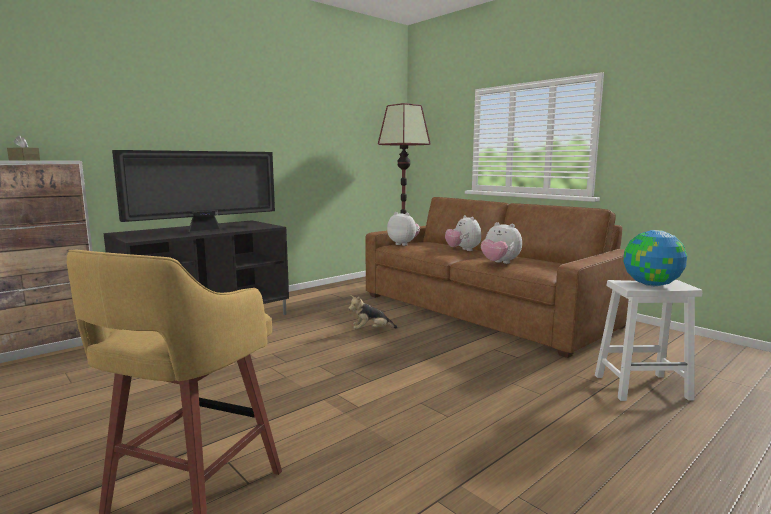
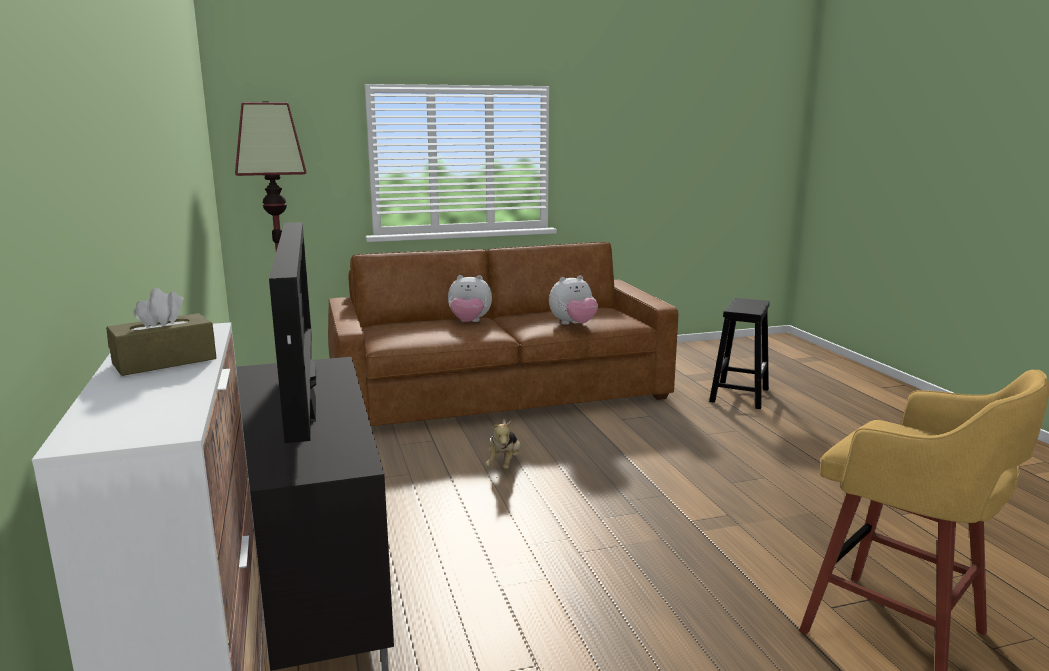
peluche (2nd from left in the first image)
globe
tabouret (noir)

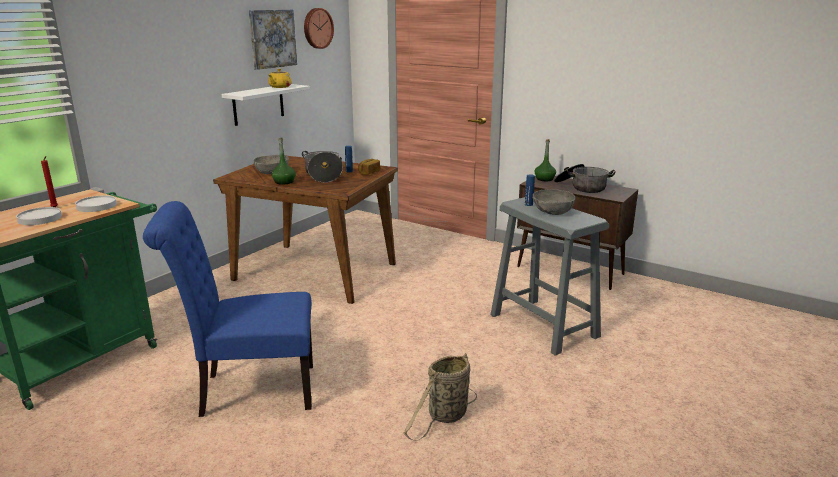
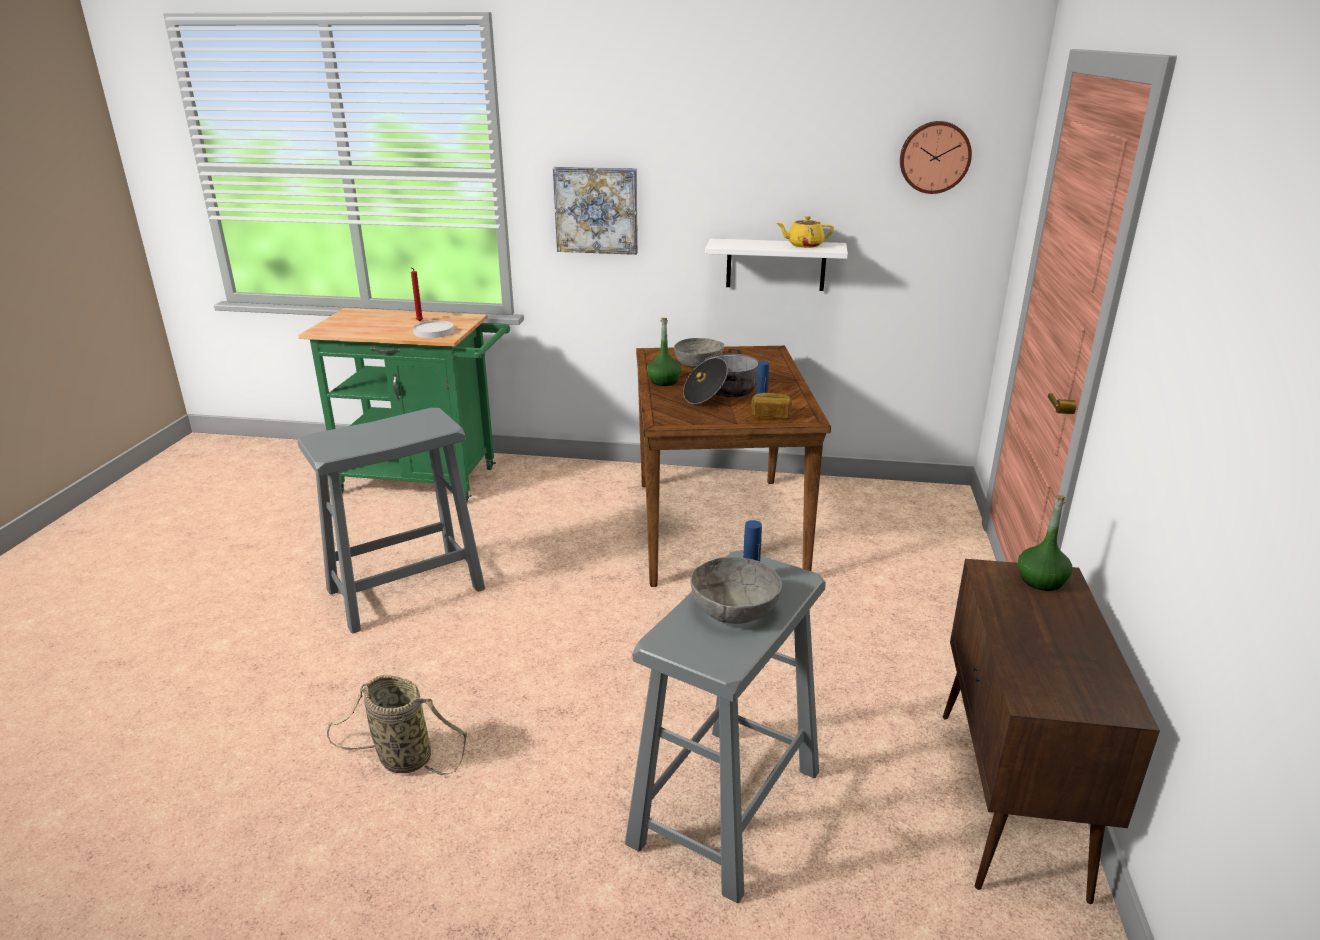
tableau
marmite (2nd from left in the first image)
tabouret (gris) (1st from left)
assiette (blanc) (1st from left in the first image)

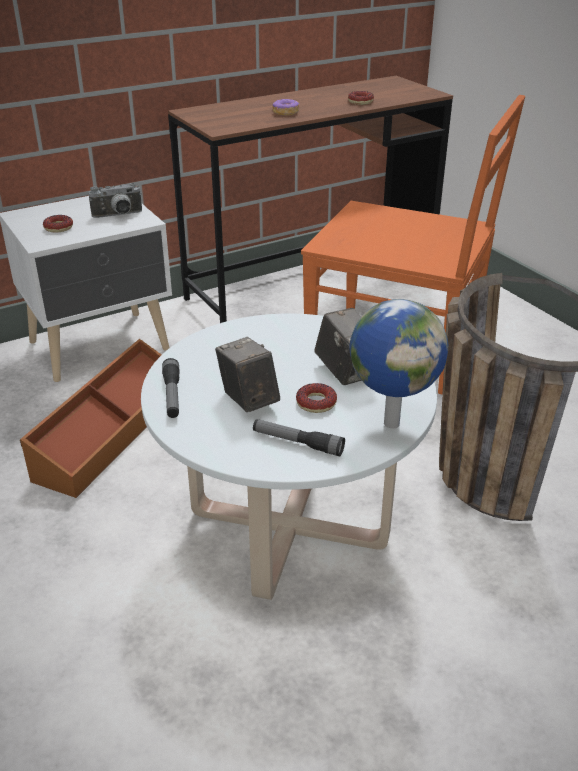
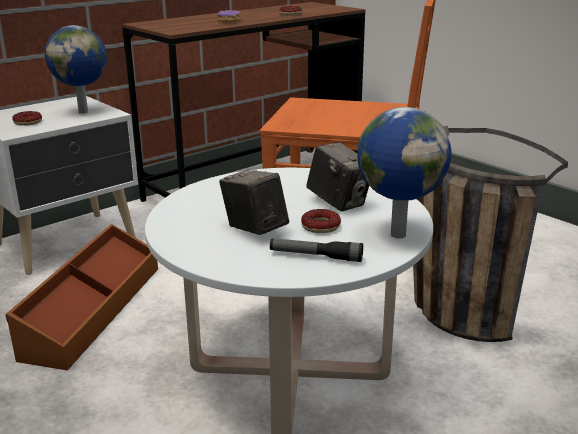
globe (1st from left)
lampe de poche (1st from left in the first image)

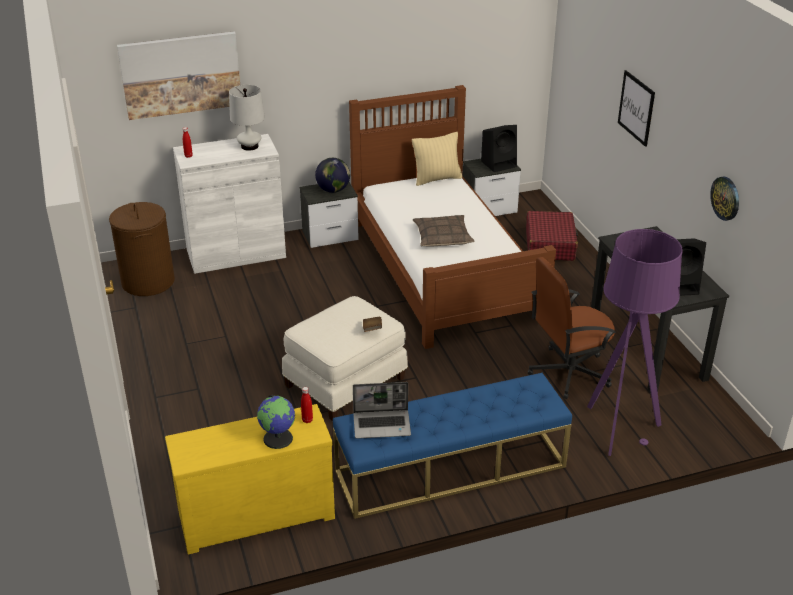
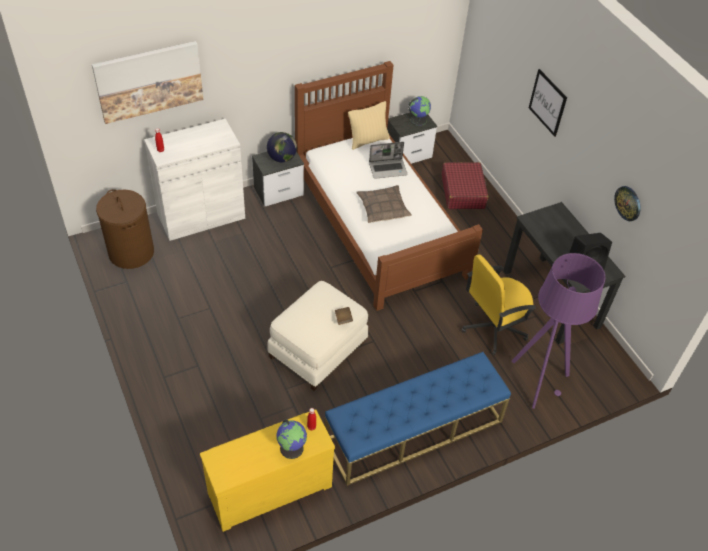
lampe de table (blanc)
globe (3rd from left)
chaise de bureau (jaune)
ordinateur portable

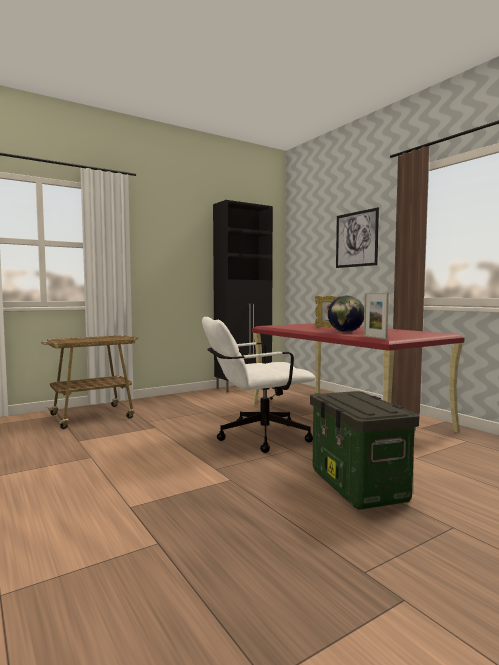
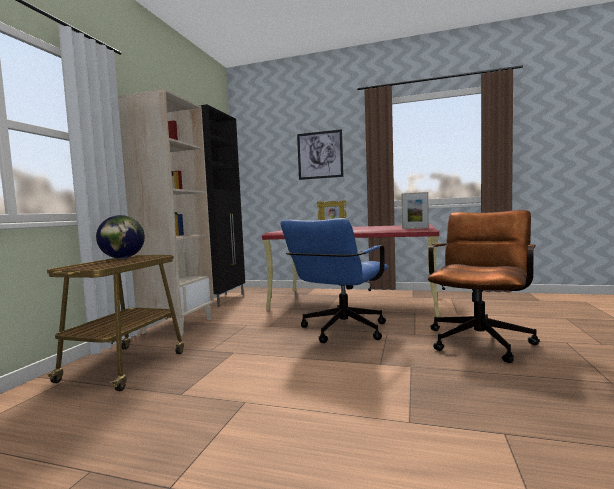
globe
chaise de bureau (bleu)
chaise de bureau (marron)
bibliothèque (beige)

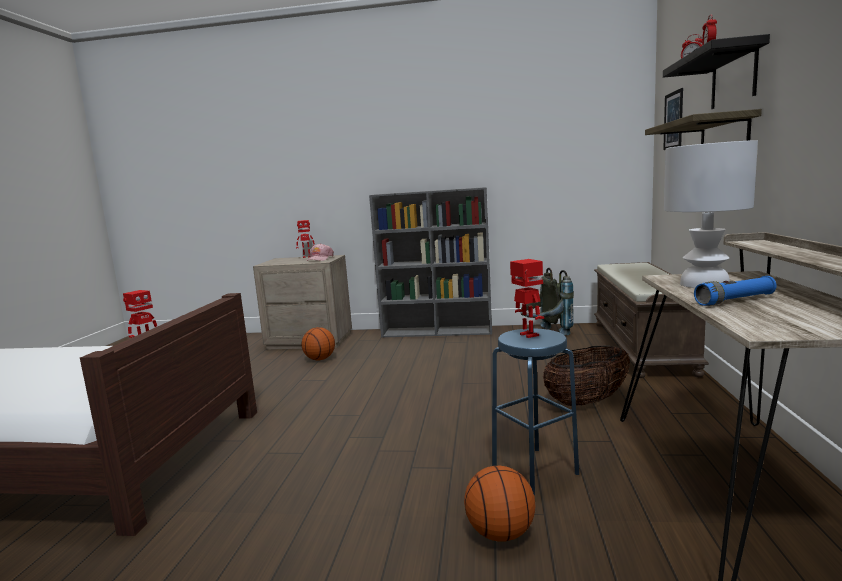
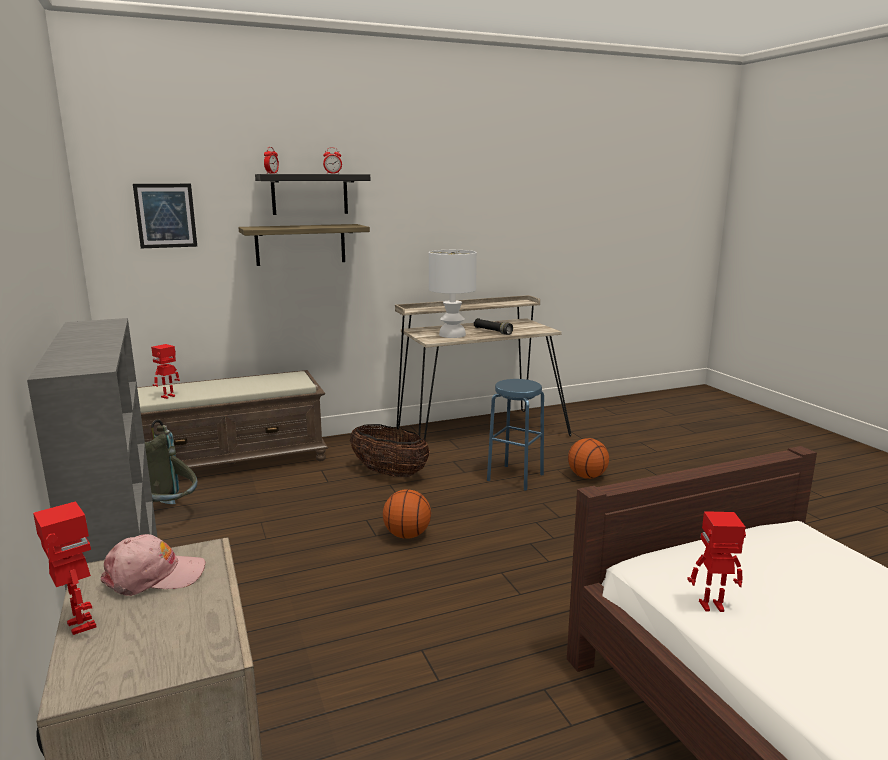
robot jouet (2nd from left)
lampe de poche (noir)
ballon de basket (1st from left)

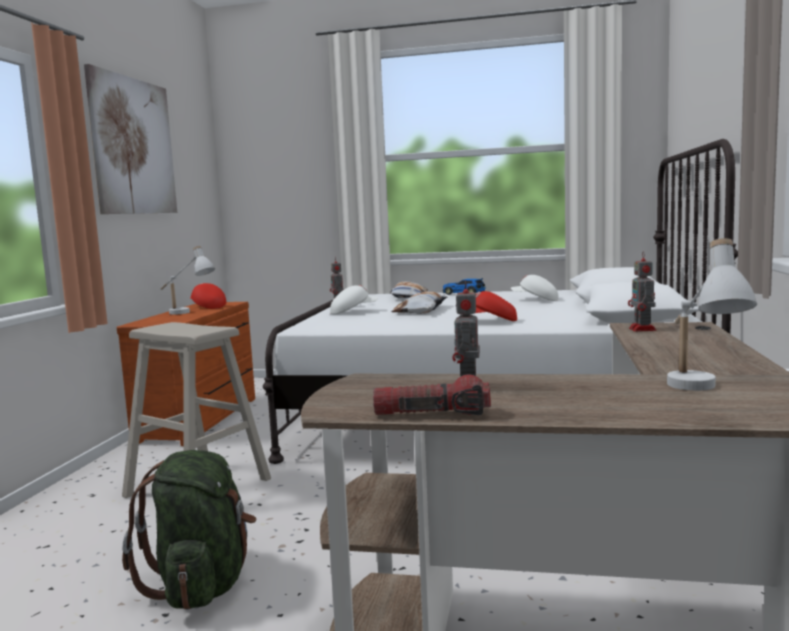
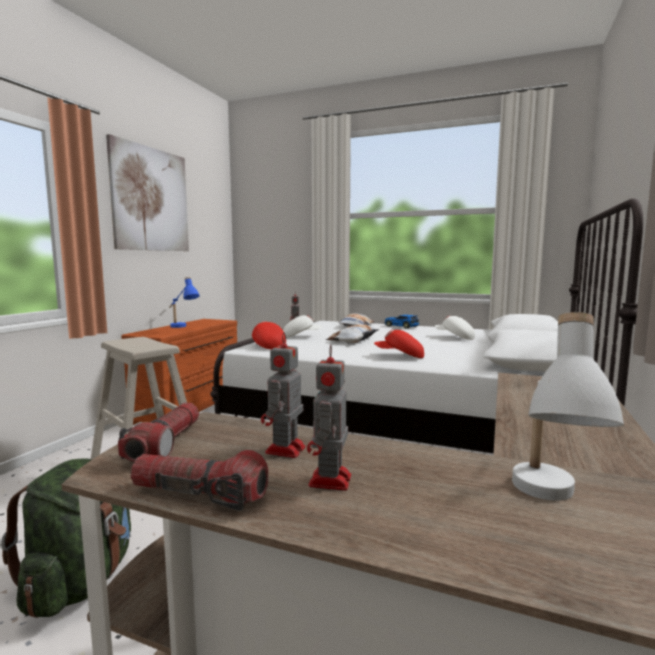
lampe de table (bleu)
robot jouet (3rd from left)
casquette (rouge) (1st from left)
lampe de poche (1st from left)

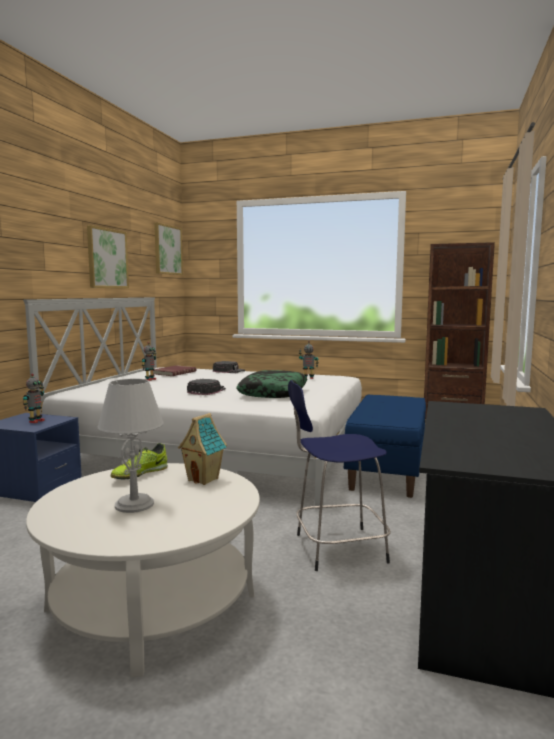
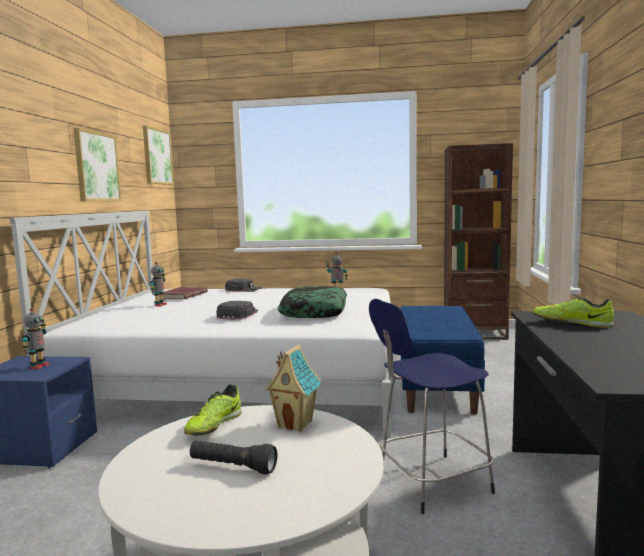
lampe de poche (noir)
chaussure (2nd from left)

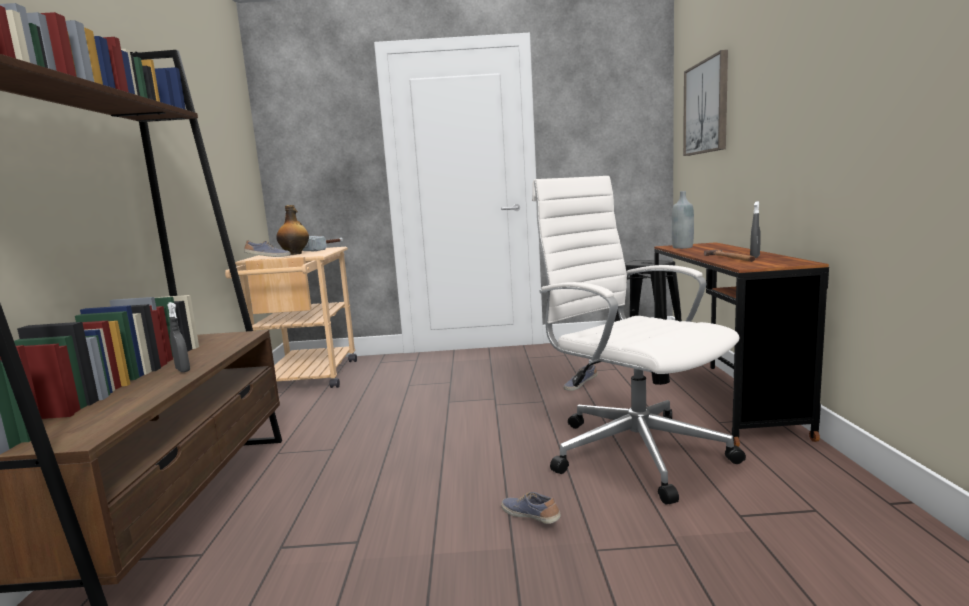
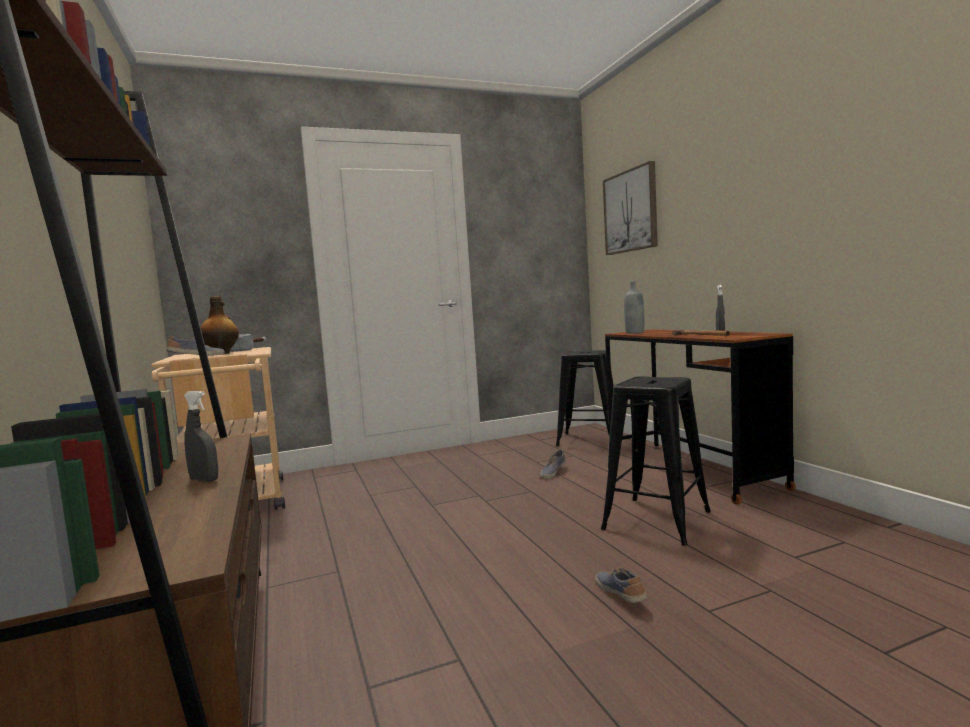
tabouret (noir) (2nd from left)
chaussure (3rd from left)

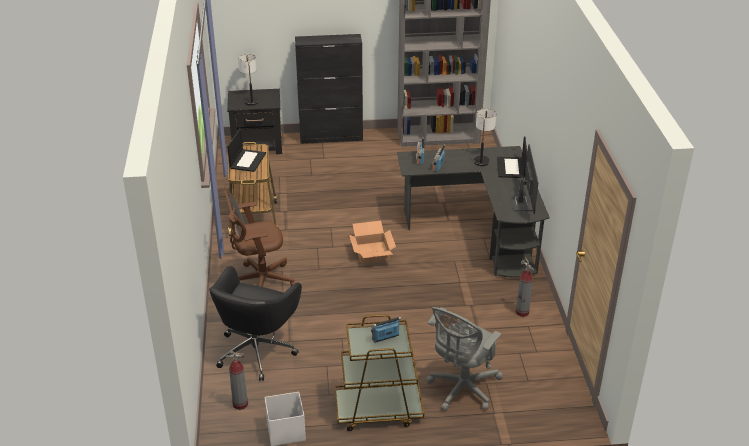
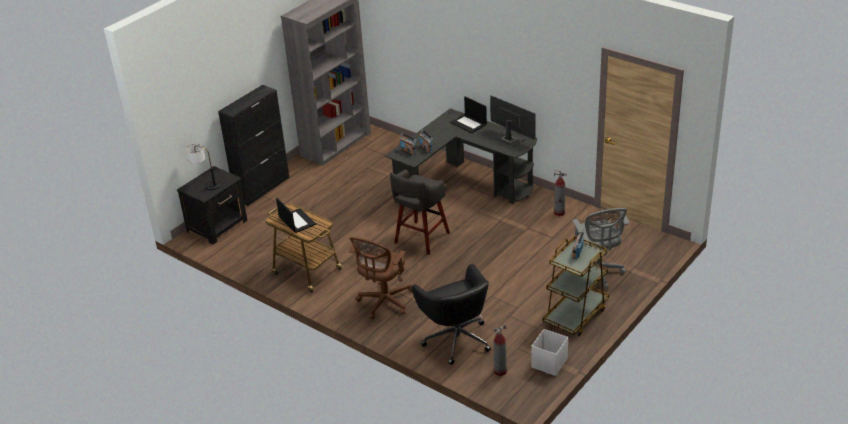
lampe de table (2nd from left in the first image)
tabouret (gris)

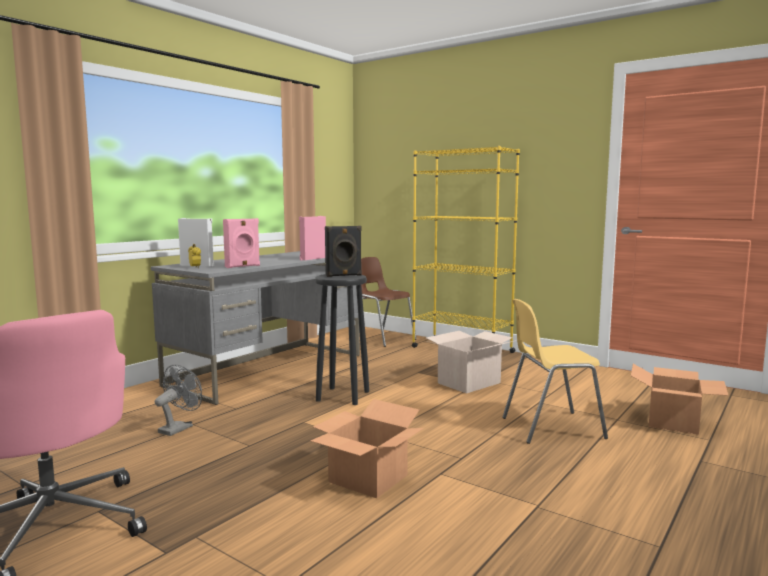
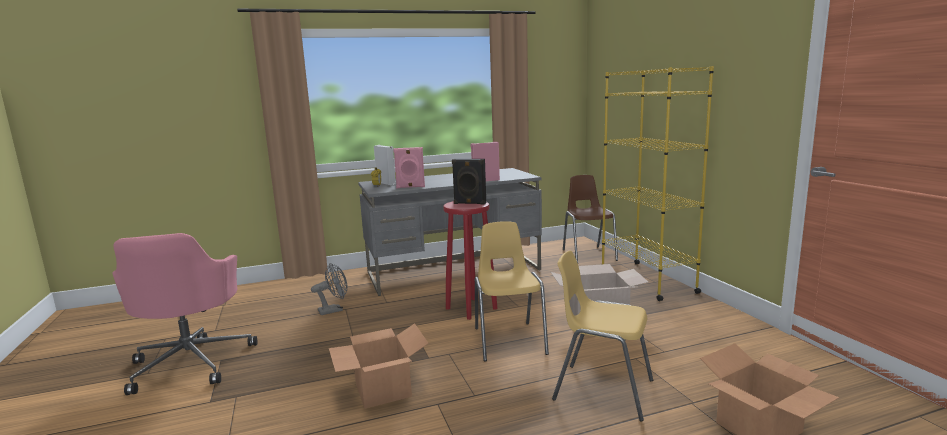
tabouret (rouge)
chaise (jaune) (1st from left)

